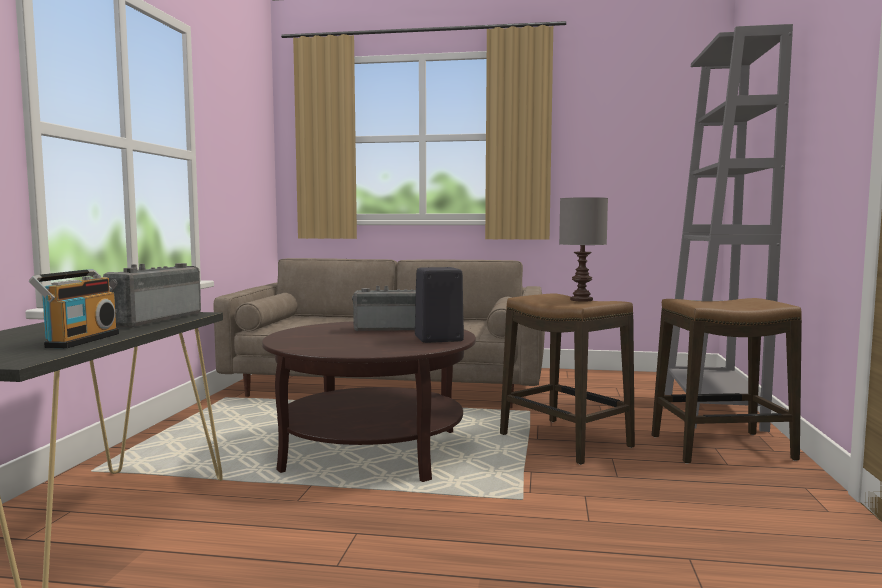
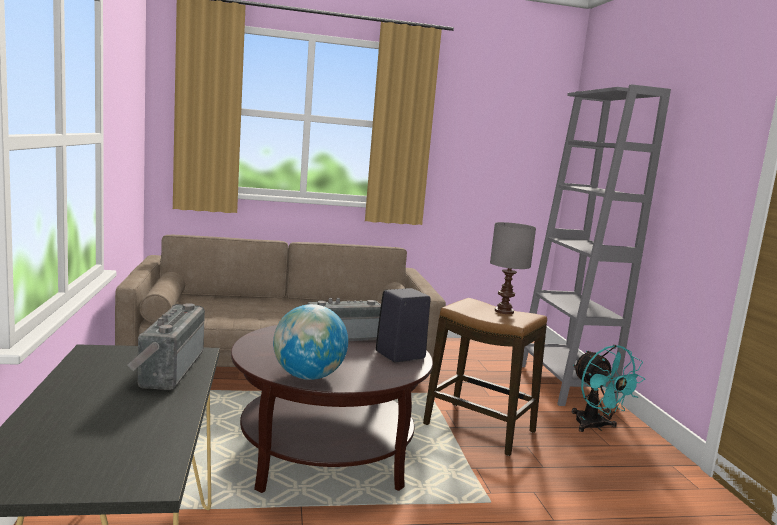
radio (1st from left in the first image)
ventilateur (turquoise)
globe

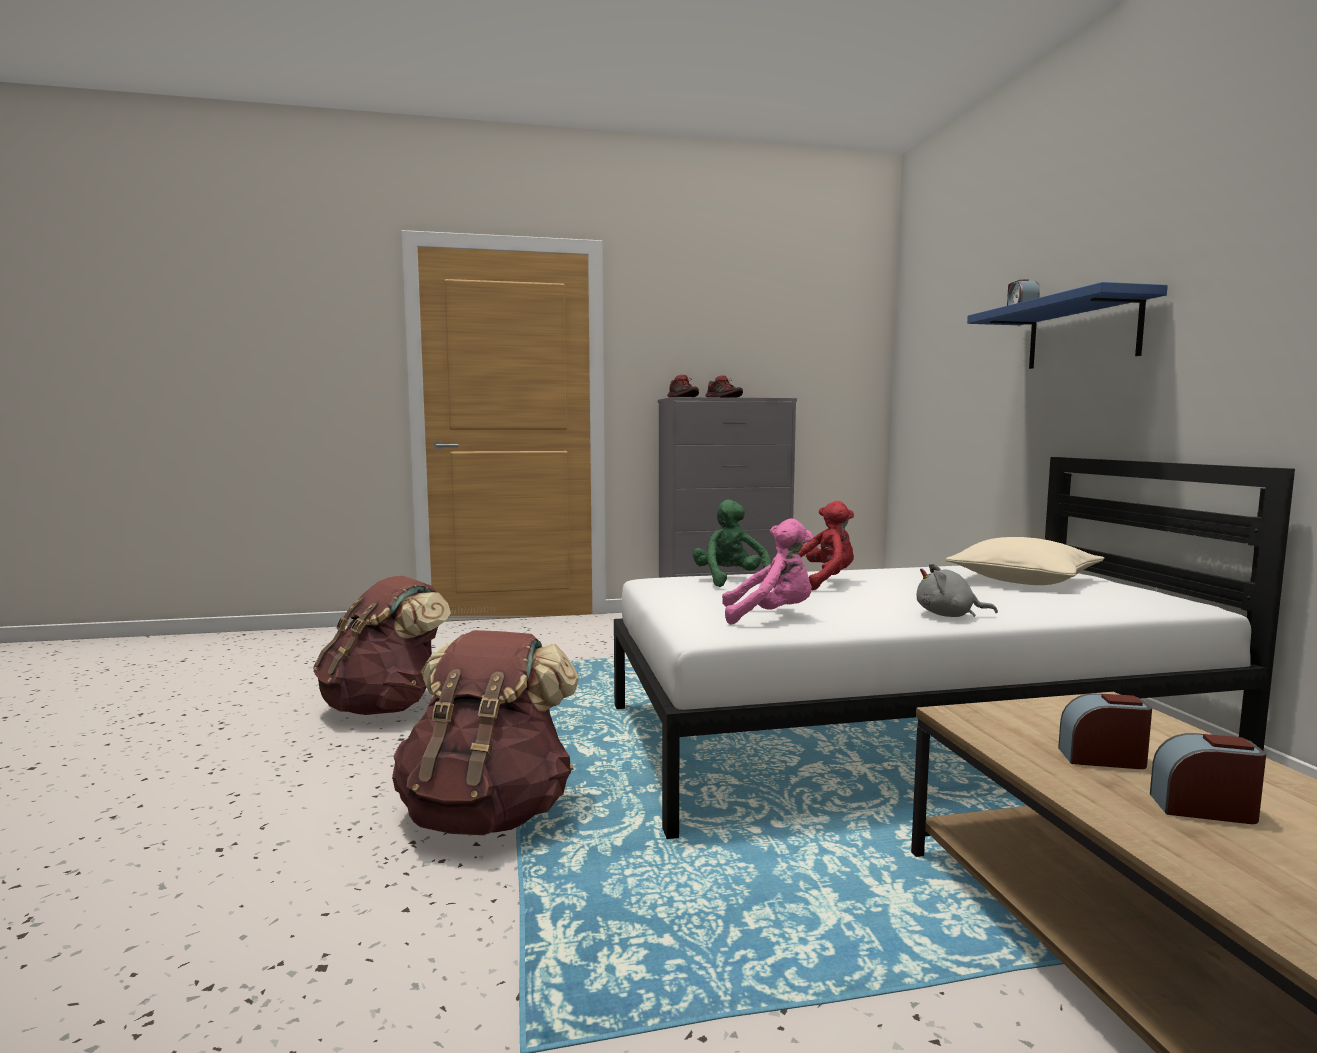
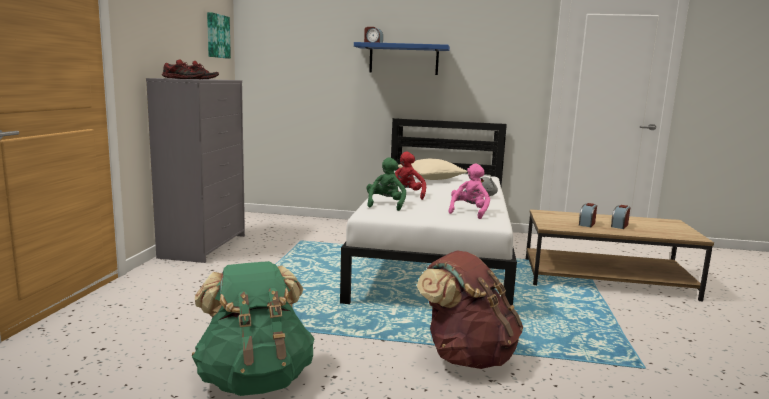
peluche (vert)
sac à dos (vert)
tableau

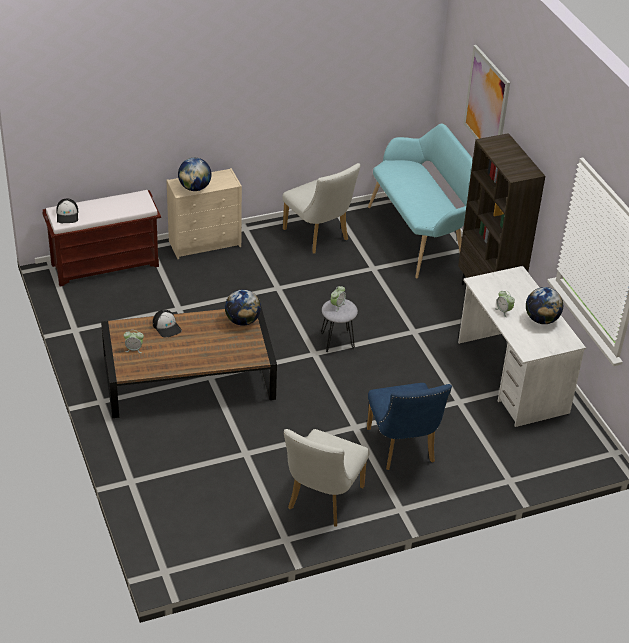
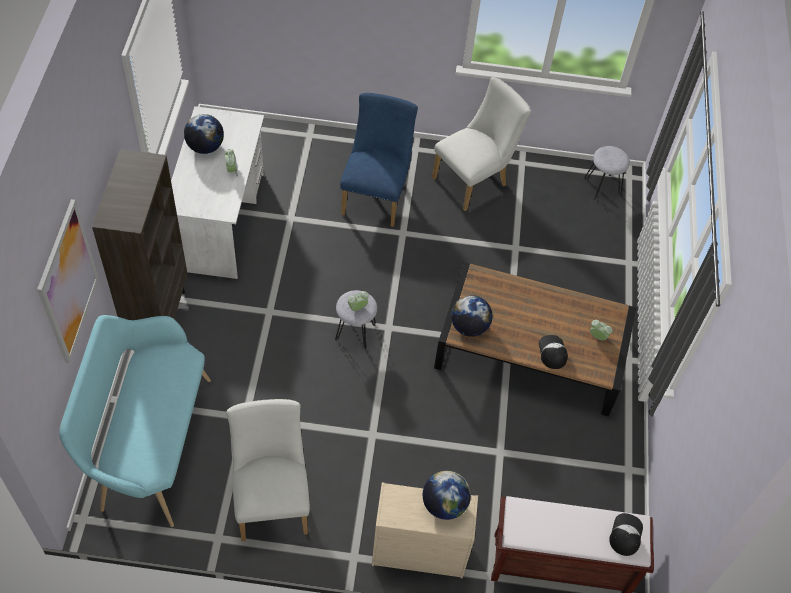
tabouret (gris) (2nd from left)

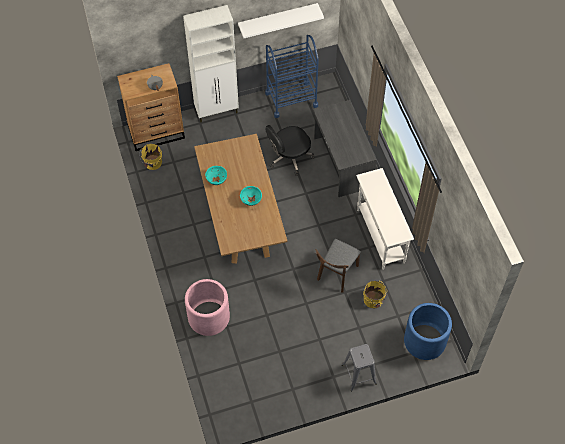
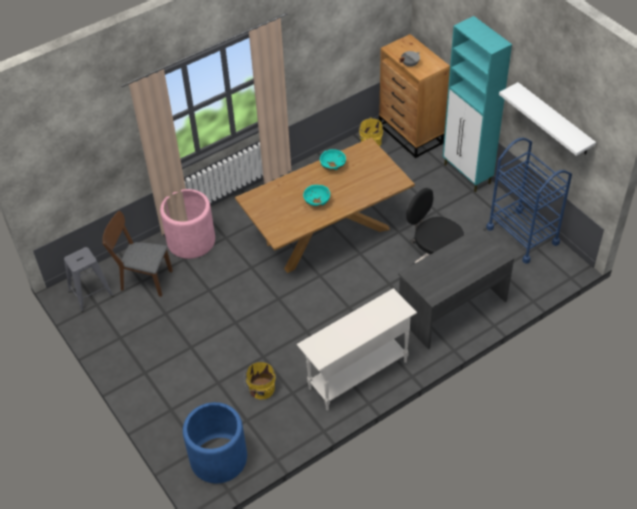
meuble de rangement (turquoise)
chaise (marron)
tabouret (gris)

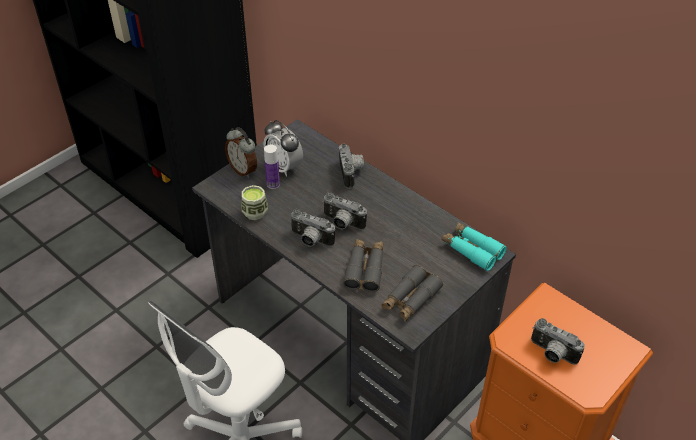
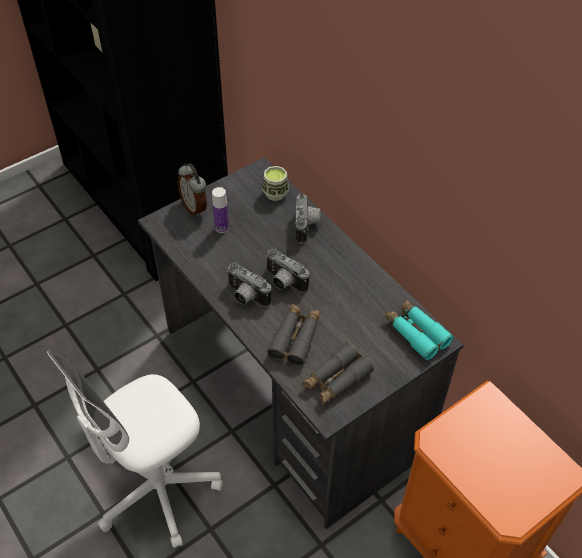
réveil (2nd from left in the first image)
tasse
appareil photo (4th from left in the first image)

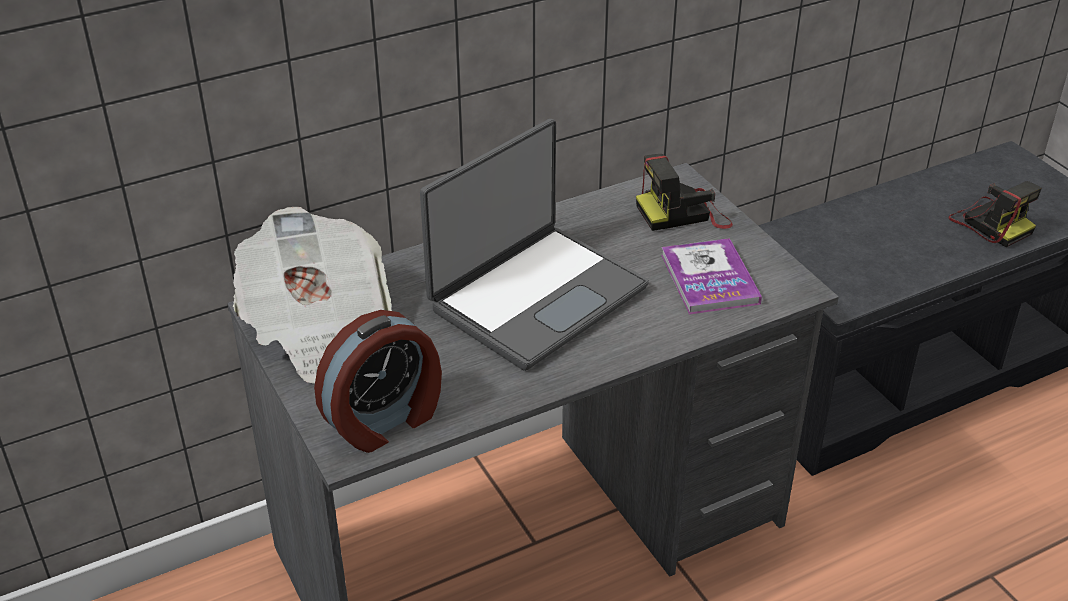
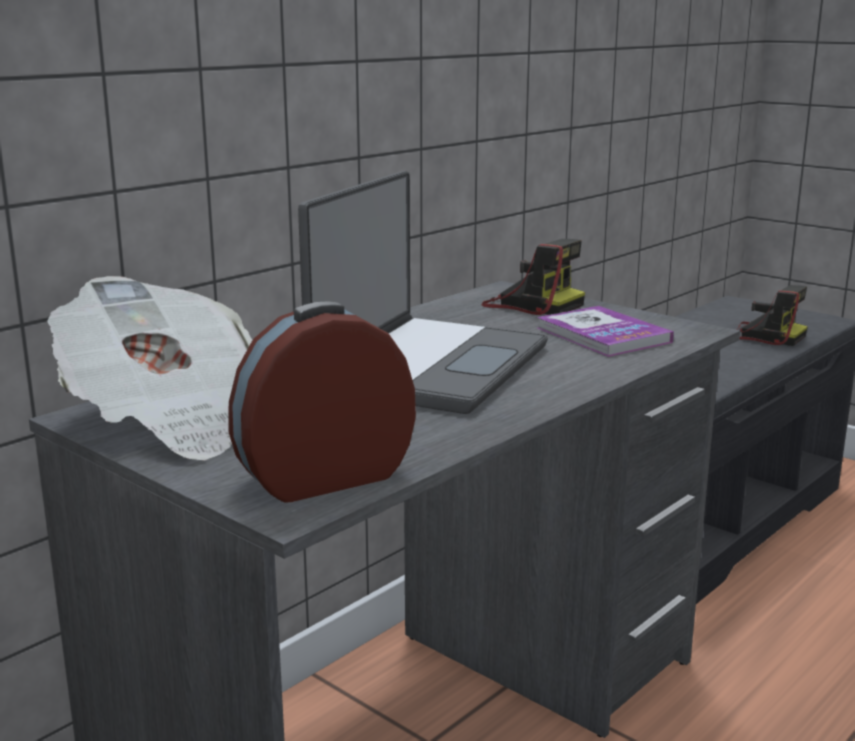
appareil photo (1st from left)
réveil

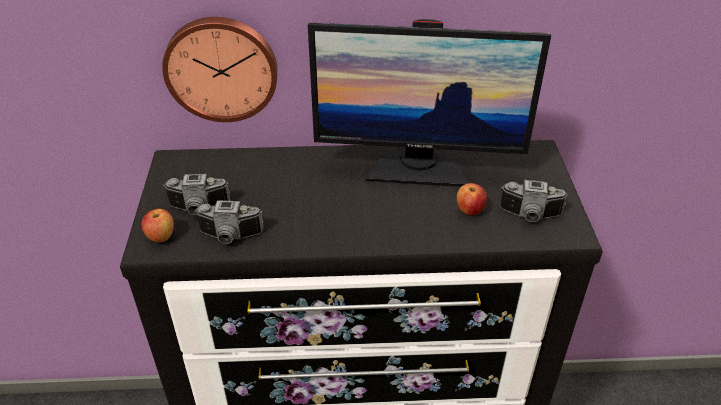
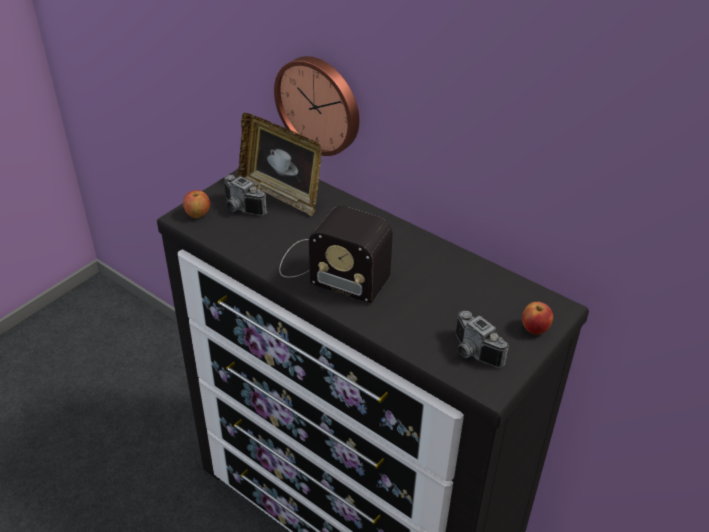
écran d'ordinateur
pomme (2nd from left)
appareil photo (2nd from left in the first image)
cadre photo
radio

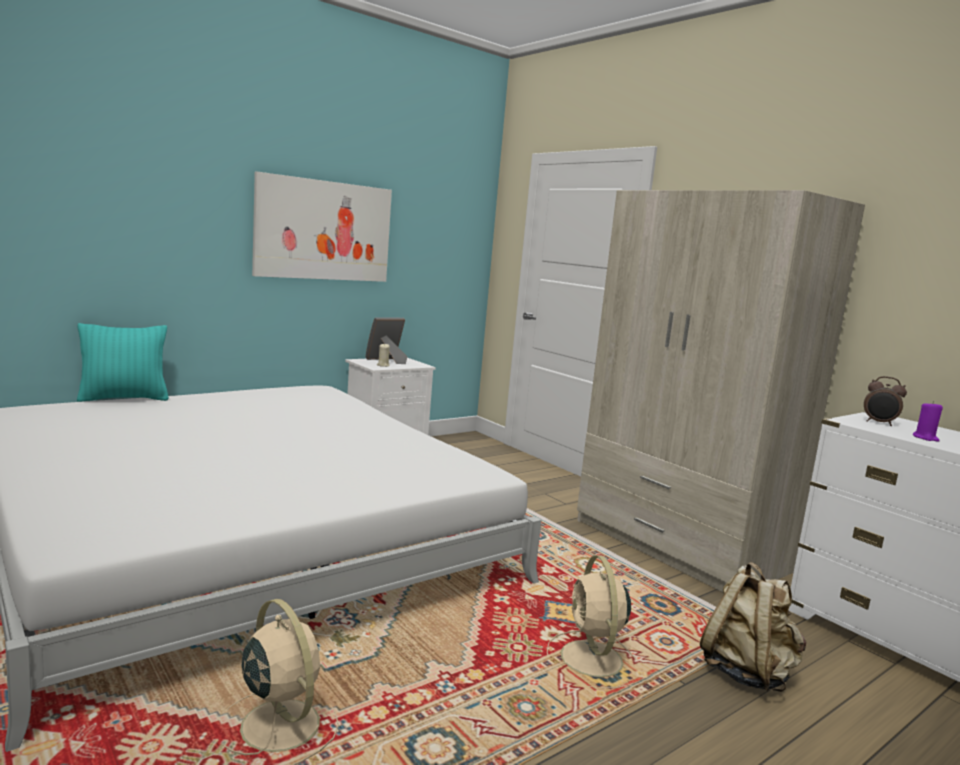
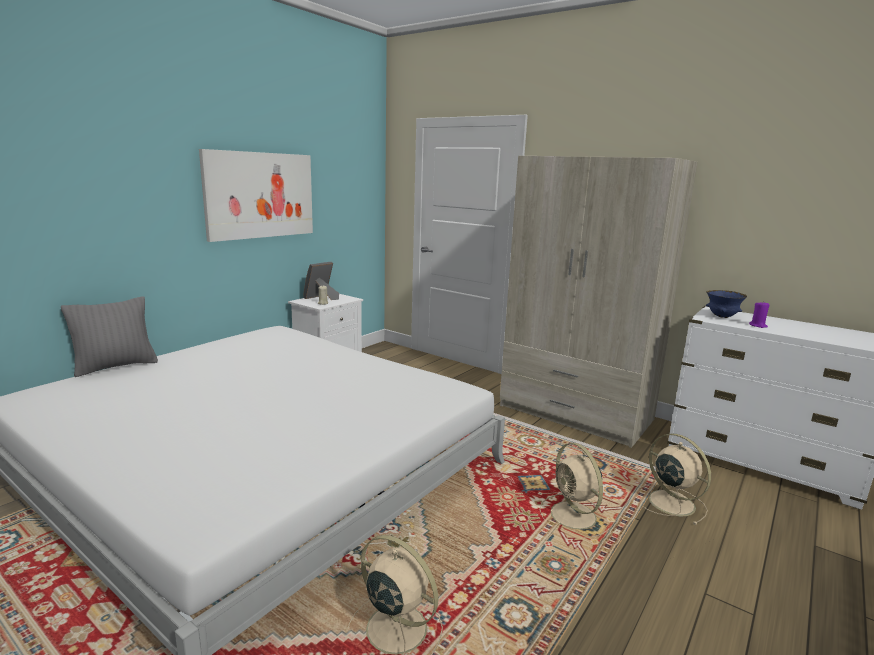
coussin (gris)
bol (bleu)
ventilateur (beige) (3rd from left)

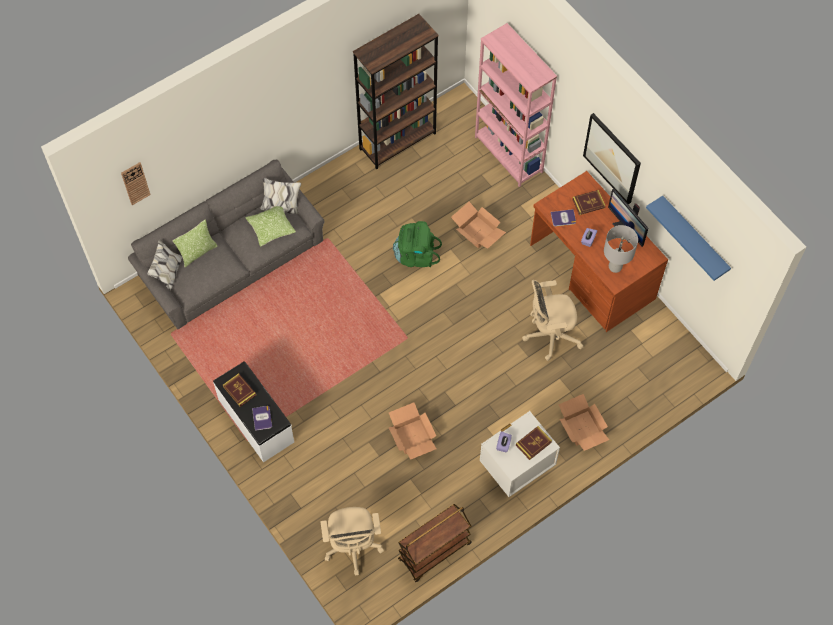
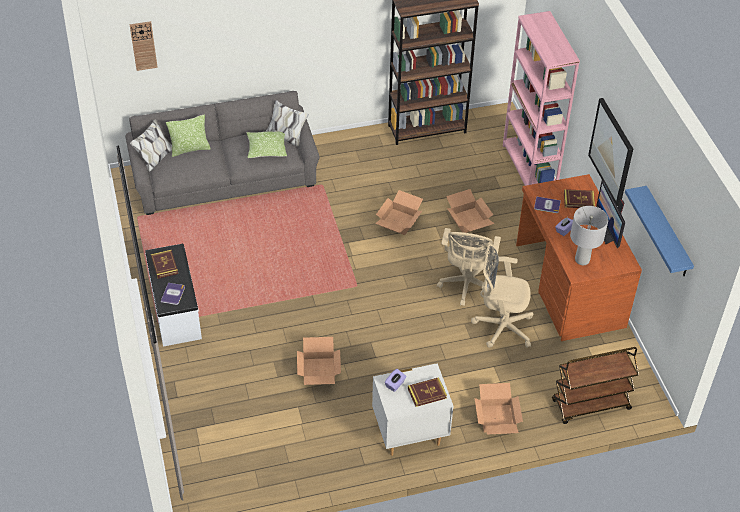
carton (2nd from left)
chariot (marron)
chaise de bureau (beige) (1st from left)

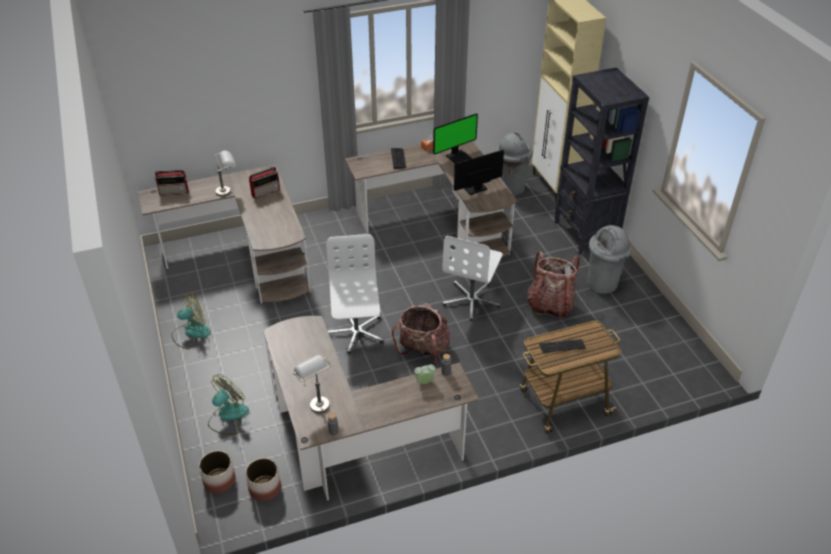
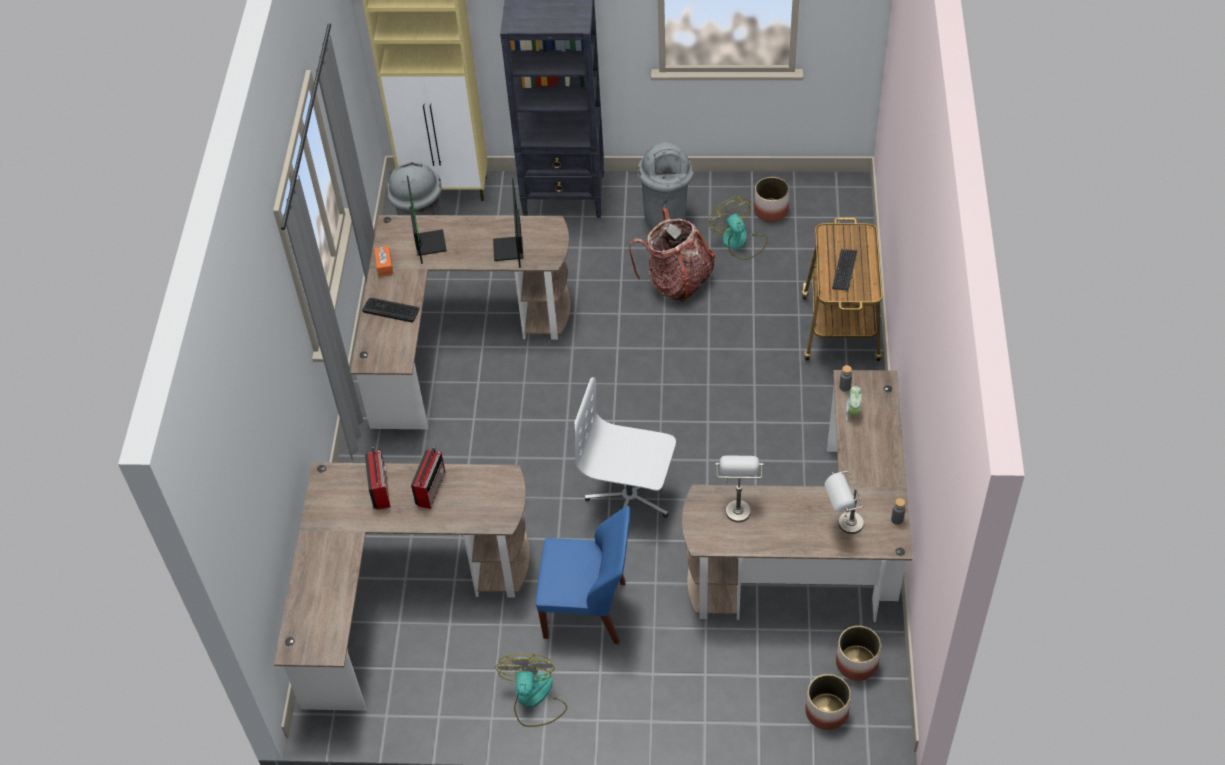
lampe de table (gris) (1st from left)
radio (2nd from left)
chaise de bureau (blanc) (2nd from left in the first image)
sac à dos (1st from left in the first image)
ventilateur (2nd from left)
cache-pot (1st from left)
chaise (bleu)

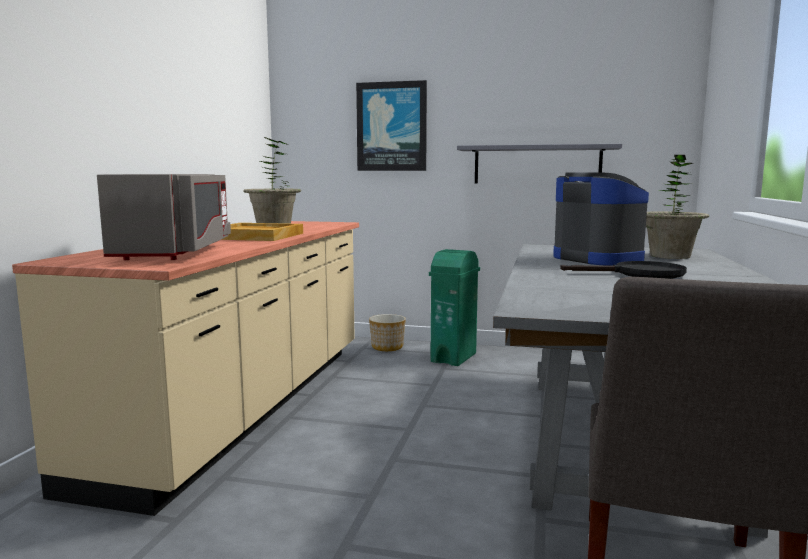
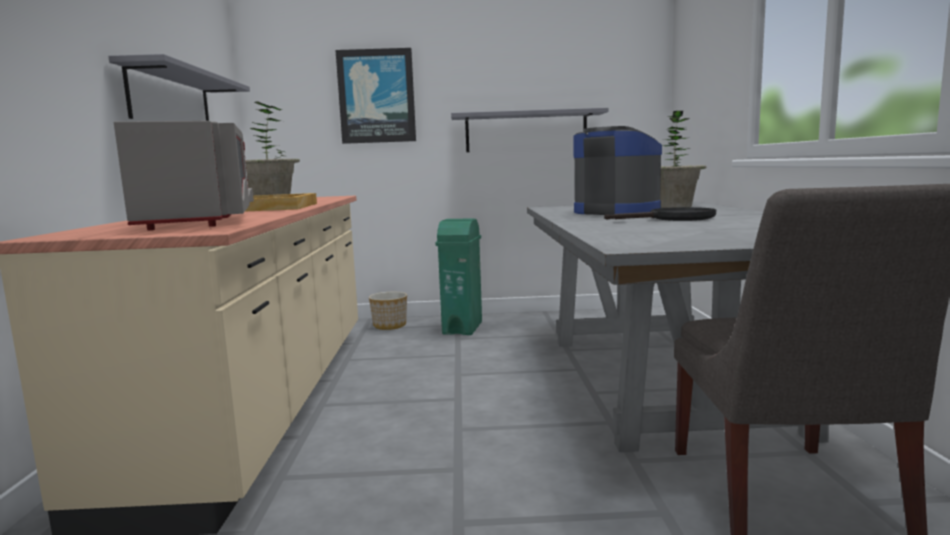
étagère (gris) (1st from left)

